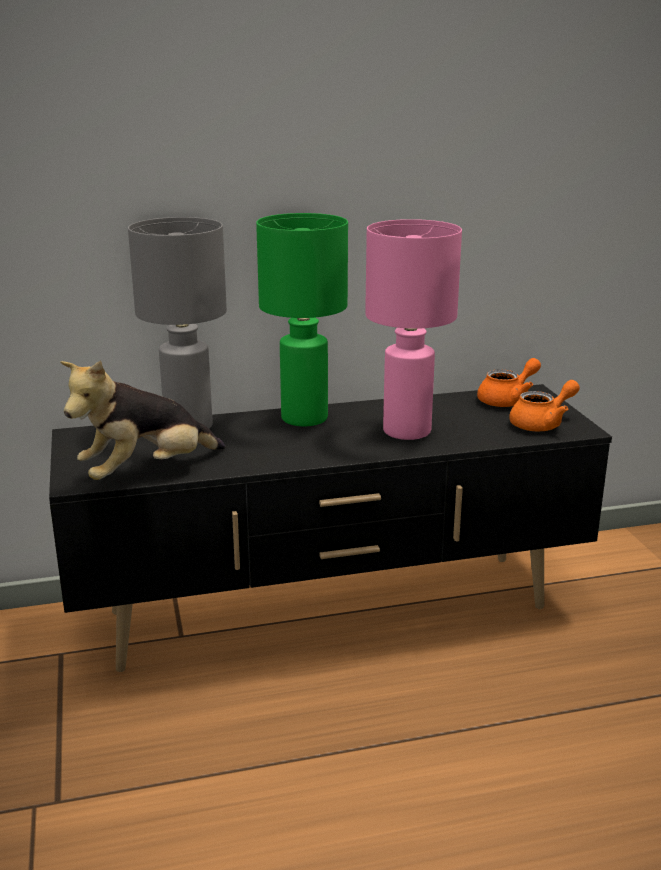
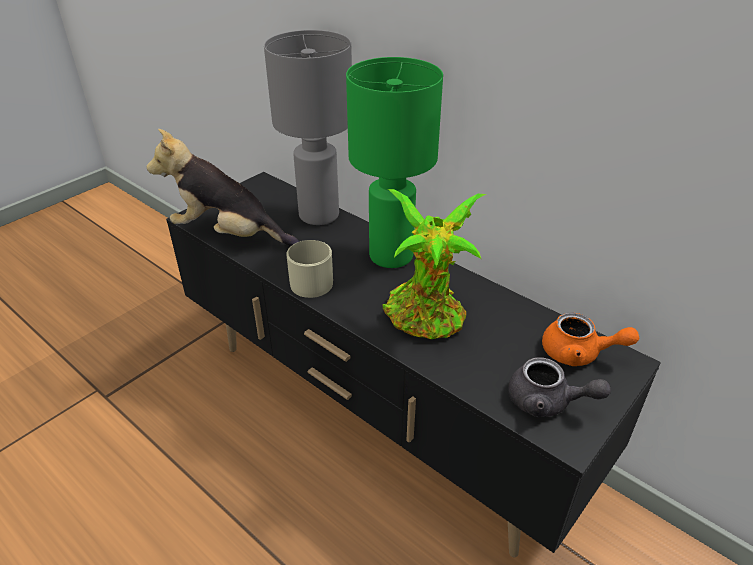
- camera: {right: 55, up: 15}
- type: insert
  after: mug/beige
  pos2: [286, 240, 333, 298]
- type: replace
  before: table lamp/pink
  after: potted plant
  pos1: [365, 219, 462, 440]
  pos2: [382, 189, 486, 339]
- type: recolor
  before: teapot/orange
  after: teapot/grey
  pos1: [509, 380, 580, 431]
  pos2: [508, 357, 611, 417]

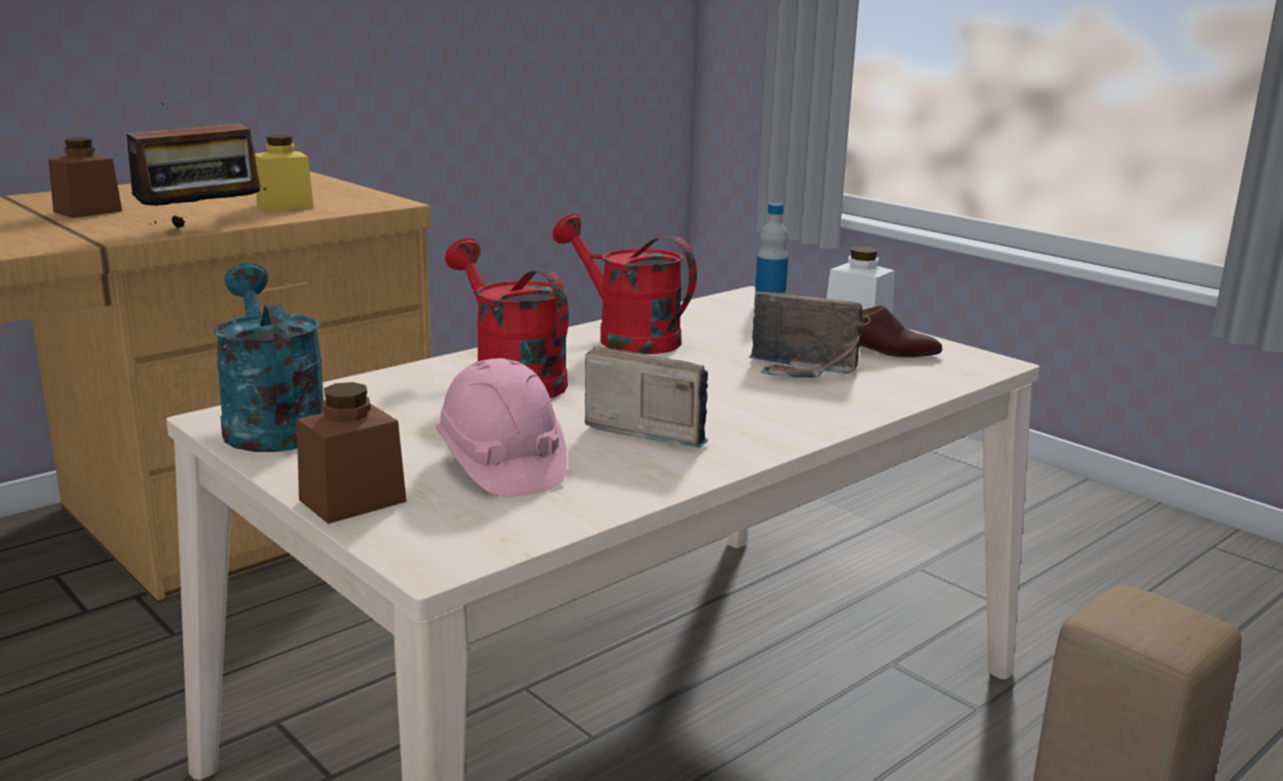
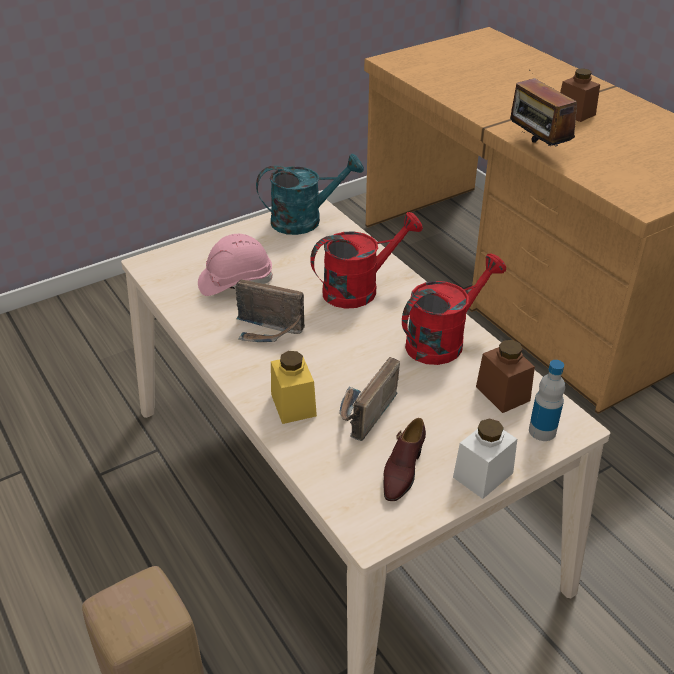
- camera: {right: 100, up: 20}
- type: move
  before: jar/yellow
  pos1: [255, 135, 314, 211]
  pos2: [271, 351, 317, 424]
- type: move
  before: jar/brown
  pos1: [297, 382, 406, 524]
  pos2: [476, 340, 535, 413]
- type: rotate
  before: radio
  pos1: [585, 346, 709, 448]
  pos2: [235, 279, 305, 342]
  turn: 75

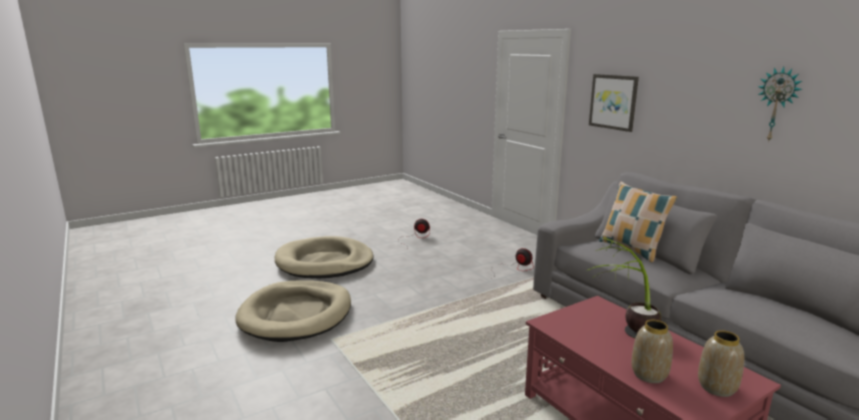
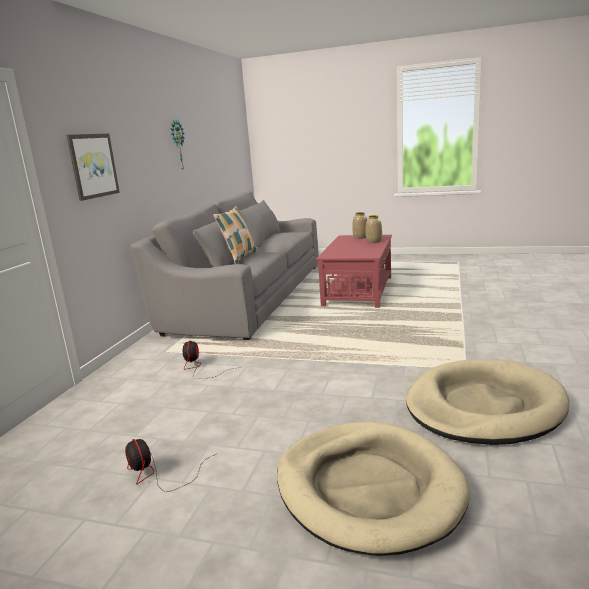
- camera: {right: -130, up: 0}
- type: delete
  before: potted plant
  pos1: [586, 237, 661, 338]

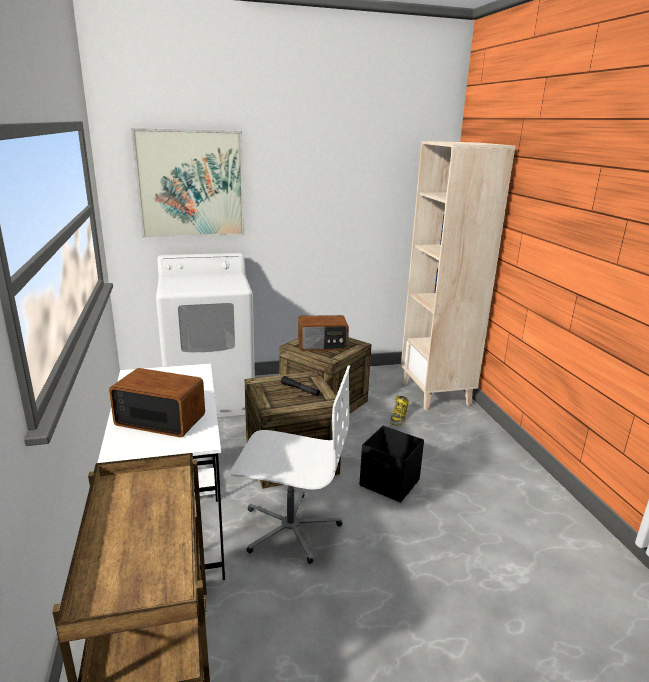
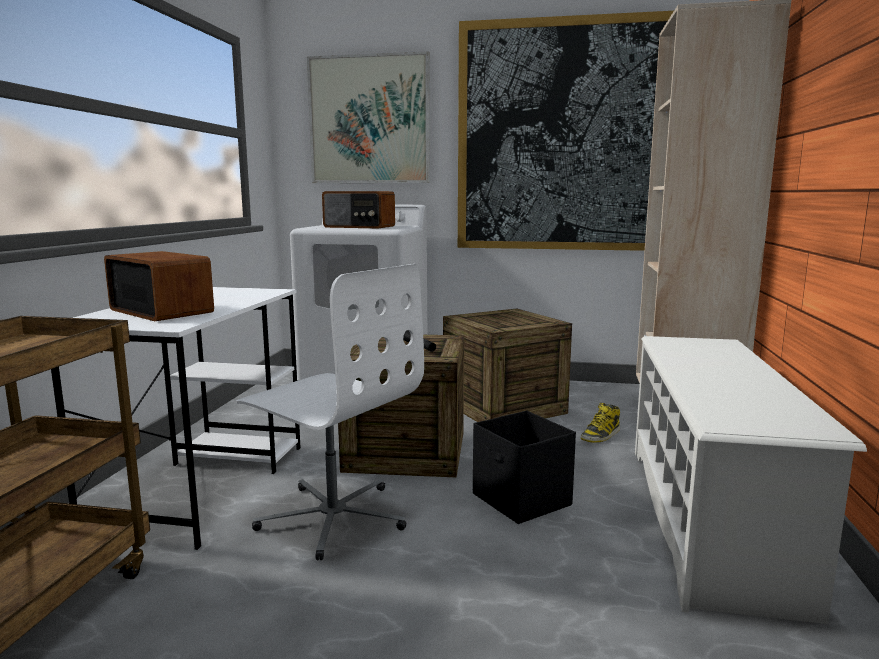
- camera: {right: 25, up: -10}
- type: insert
  after: picture
  pos2: [458, 11, 674, 251]
- type: insert
  after: shoe rack/white
  pos2: [635, 336, 867, 624]
- type: move
  before: radio
  pos1: [298, 315, 349, 351]
  pos2: [322, 191, 395, 228]

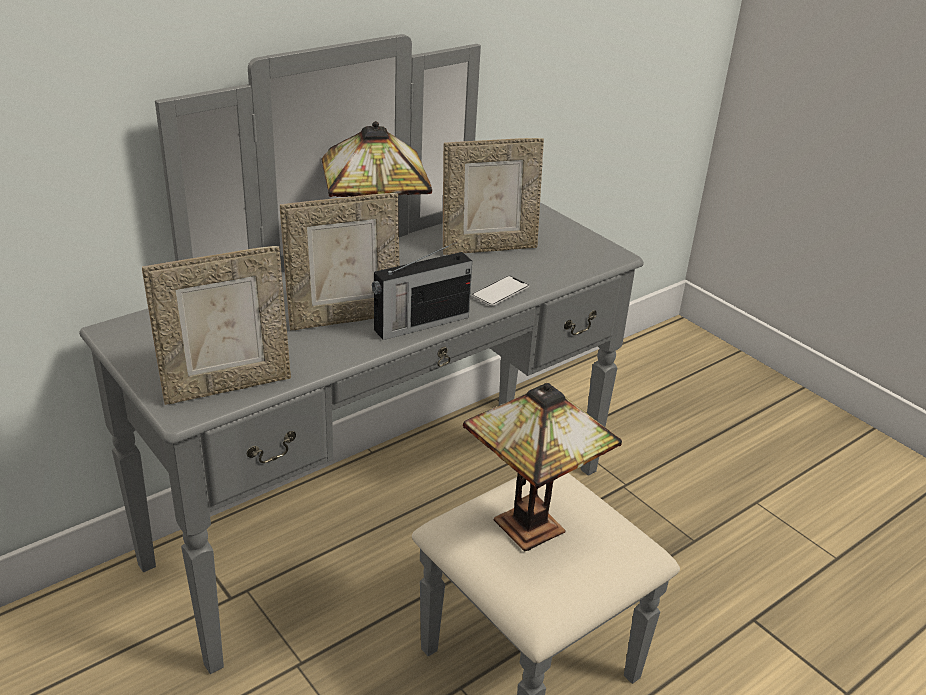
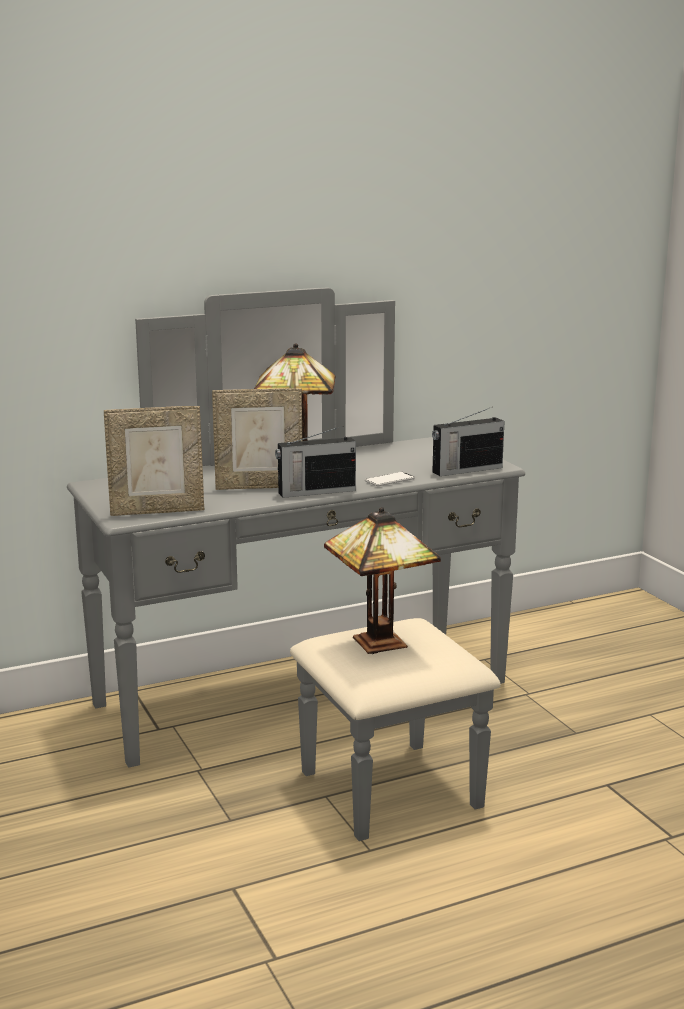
- camera: {right: 15, up: -15}
- type: delete
  before: picture frame
  pos1: [443, 138, 544, 255]
- type: insert
  after: radio
  pos2: [432, 407, 504, 476]

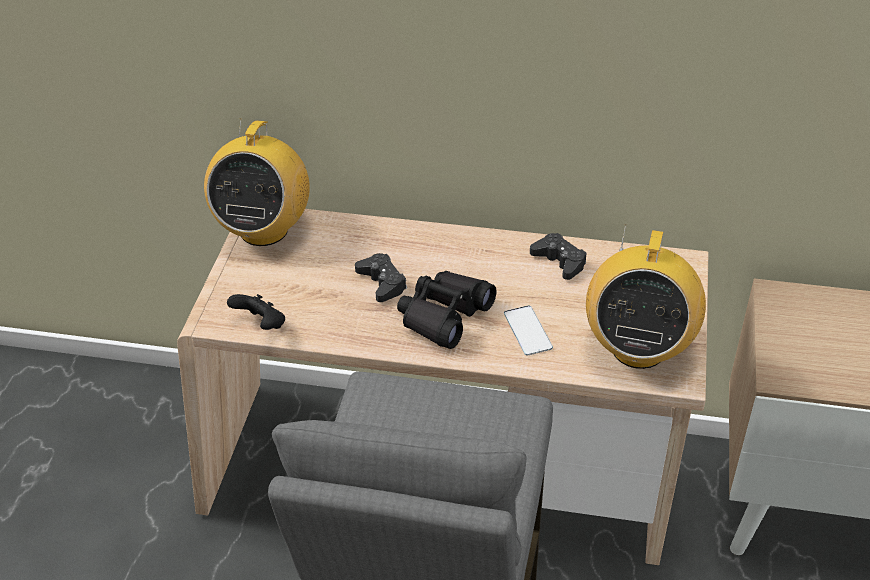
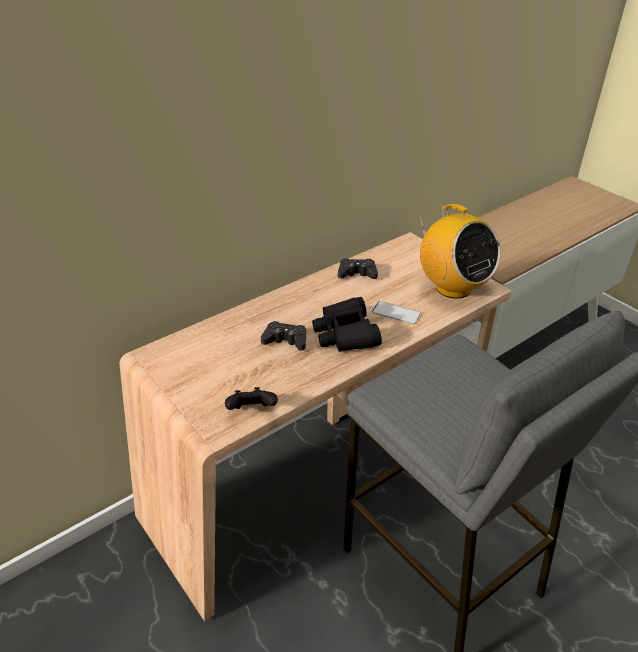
- camera: {right: -50, up: -5}
- type: delete
  before: radio
  pos1: [204, 119, 310, 246]

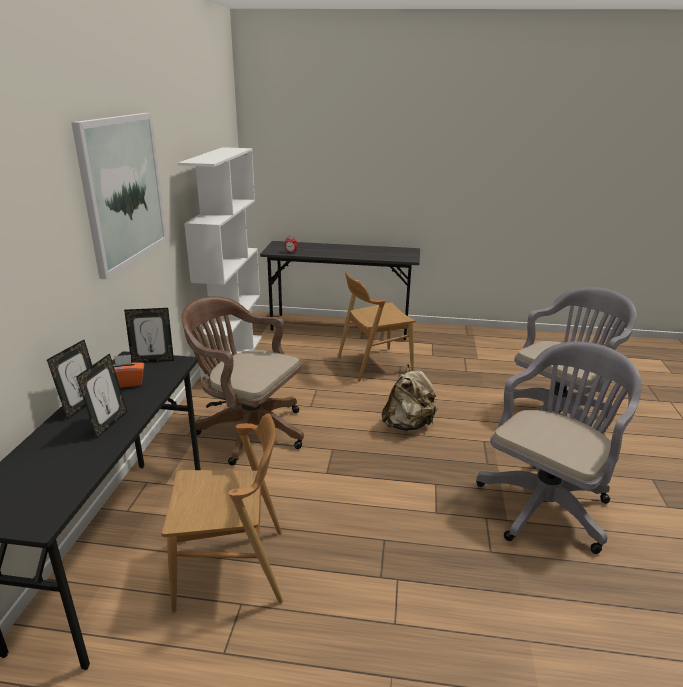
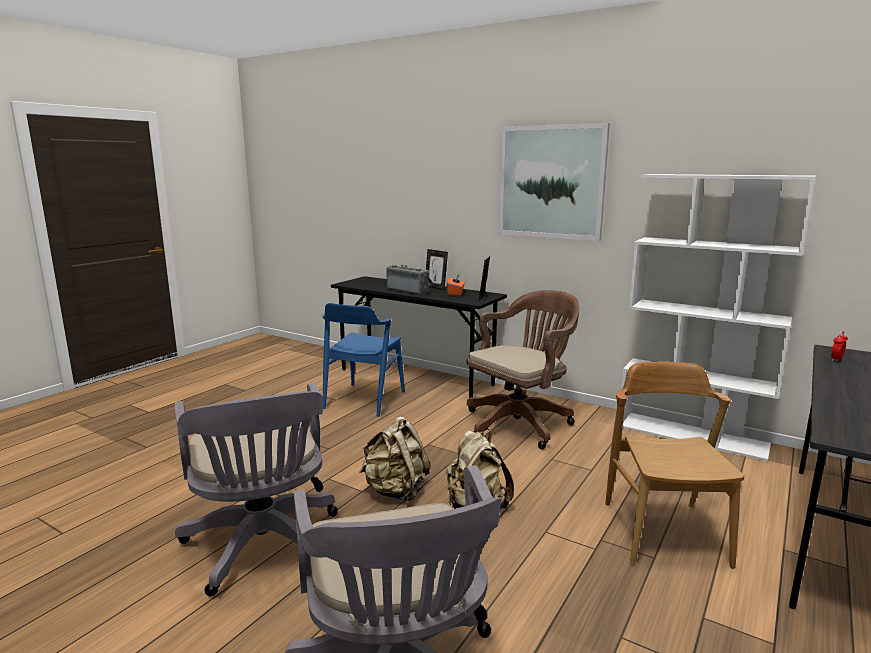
- camera: {right: 115, up: -10}
- type: insert
  after: backpack/beige
  pos2: [359, 416, 431, 503]
- type: replace
  before: picture frame
  after: radio
  pos1: [76, 353, 127, 438]
  pos2: [386, 264, 433, 295]
- type: recolor
  before: chair/brown
  after: chair/blue
  pos1: [161, 413, 283, 613]
  pos2: [322, 303, 405, 417]

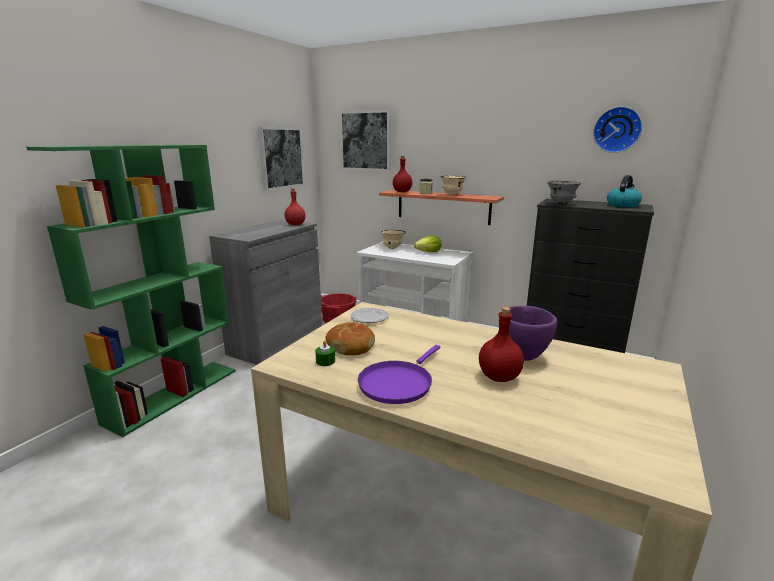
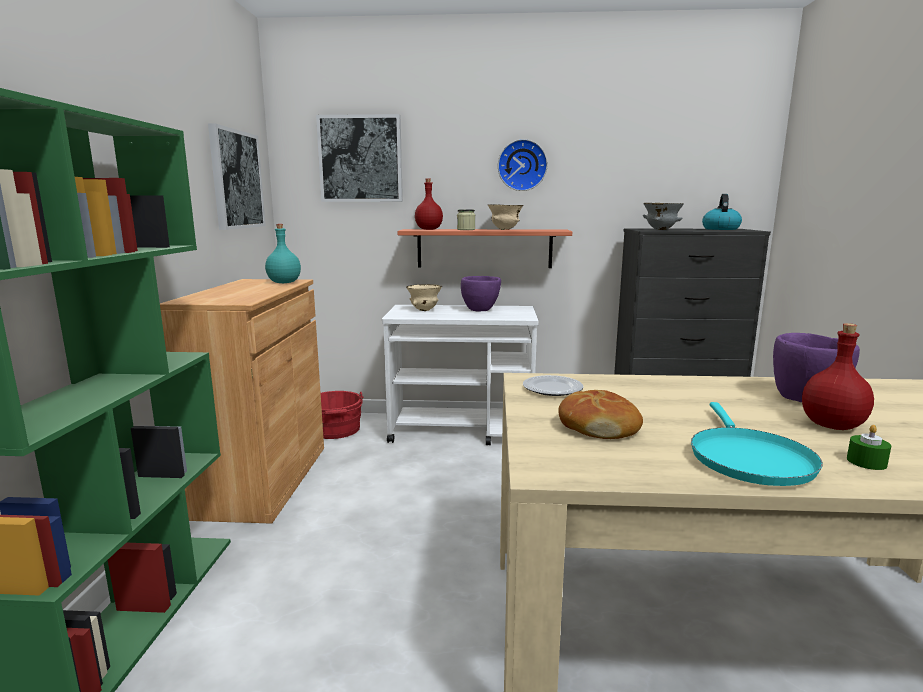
- camera: {right: -25, up: -5}
- type: move
  before: candle/green
  pos1: [315, 340, 335, 366]
  pos2: [847, 425, 891, 470]
- type: move
  before: wall clock
  pos1: [593, 106, 642, 153]
  pos2: [498, 139, 547, 191]
- type: replace
  before: lettuce
  after: bowl/purple
  pos1: [414, 236, 442, 252]
  pos2: [461, 276, 501, 311]
- type: recolor
  before: cabinet/grey
  after: cabinet/brown
  pos1: [209, 219, 322, 365]
  pos2: [160, 279, 324, 524]
- type: recolor
  before: bottle/red
  after: bottle/turquoise
  pos1: [284, 188, 306, 225]
  pos2: [265, 224, 301, 283]
- type: recolor
  before: frying pan/purple
  after: frying pan/turquoise
  pos1: [358, 345, 440, 404]
  pos2: [691, 402, 823, 486]

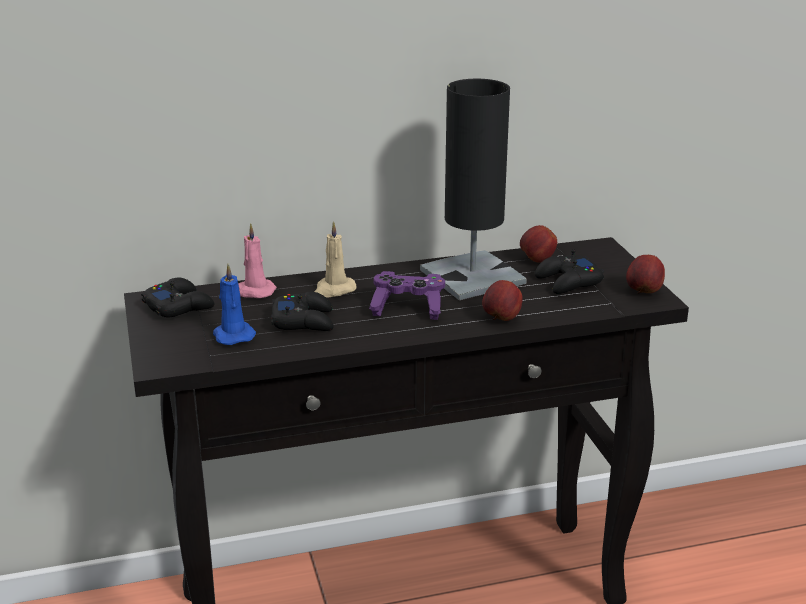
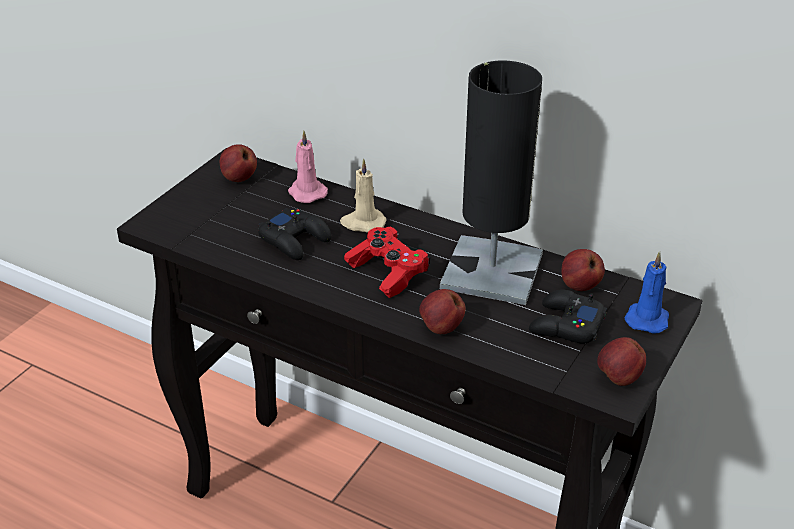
- camera: {right: 45, up: 10}
- type: move
  before: candle/blue
  pos1: [213, 264, 256, 345]
  pos2: [624, 251, 669, 334]
- type: replace
  before: game controller/black
  after: apple
  pos1: [141, 278, 215, 318]
  pos2: [220, 144, 257, 182]
- type: recolor
  before: game controller/purple
  after: game controller/red
  pos1: [369, 271, 445, 320]
  pos2: [344, 227, 430, 298]

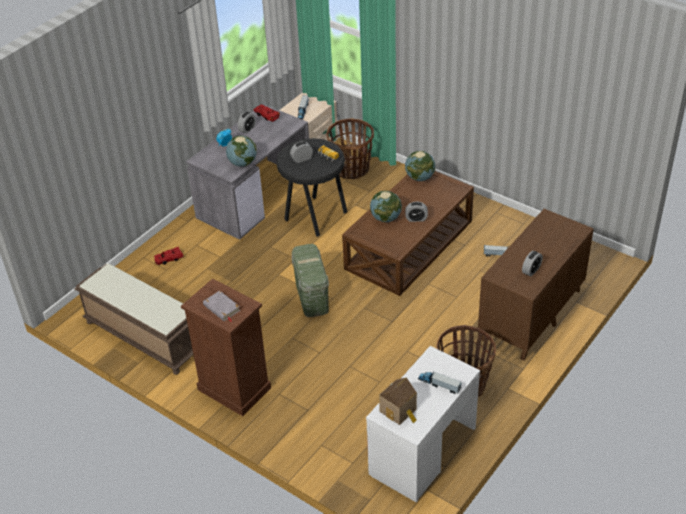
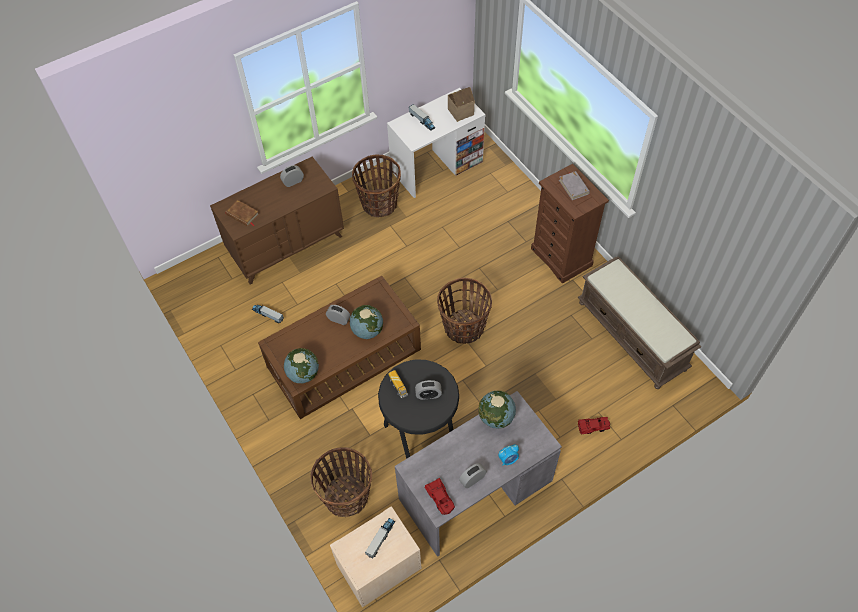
- camera: {right: -160, up: 15}
- type: insert
  after: book/brown
  pos2: [226, 200, 259, 227]
- type: replace
  before: storage box/green
  after: basket
  pos1: [292, 244, 329, 317]
  pos2: [437, 278, 492, 344]

